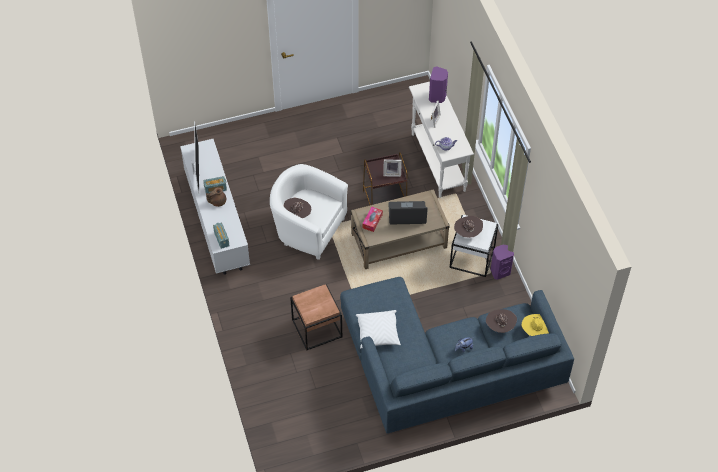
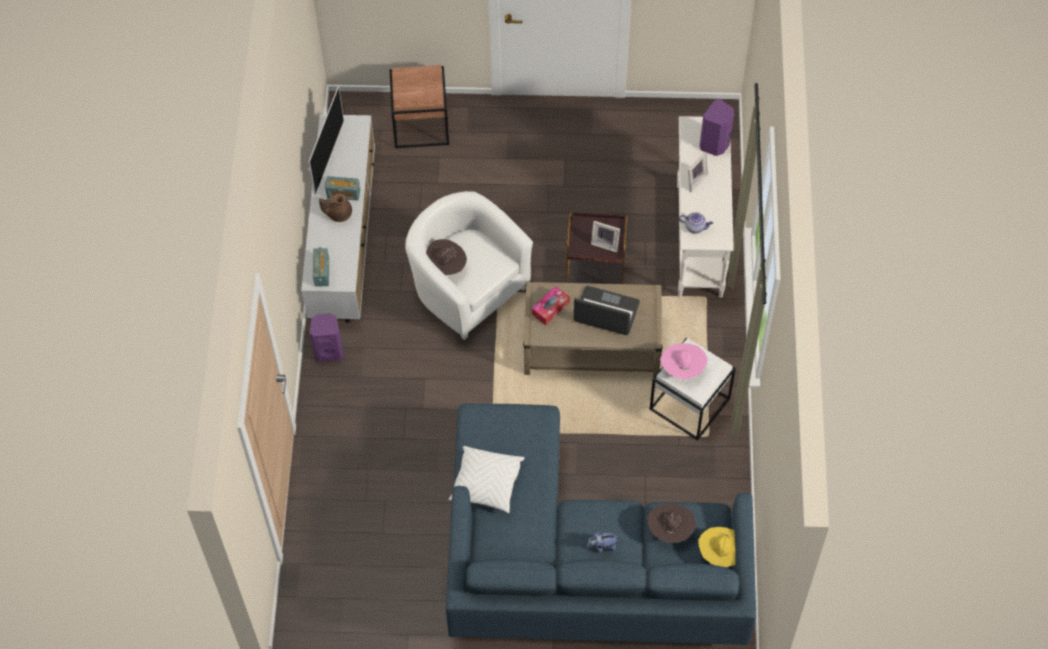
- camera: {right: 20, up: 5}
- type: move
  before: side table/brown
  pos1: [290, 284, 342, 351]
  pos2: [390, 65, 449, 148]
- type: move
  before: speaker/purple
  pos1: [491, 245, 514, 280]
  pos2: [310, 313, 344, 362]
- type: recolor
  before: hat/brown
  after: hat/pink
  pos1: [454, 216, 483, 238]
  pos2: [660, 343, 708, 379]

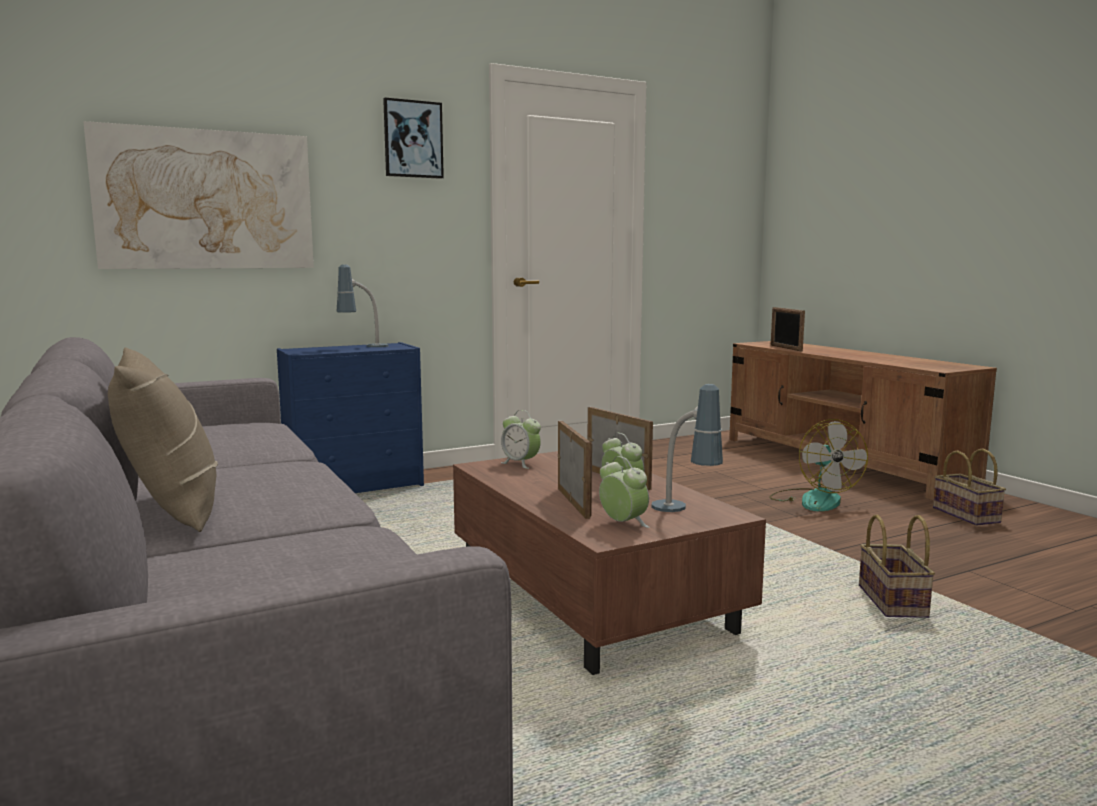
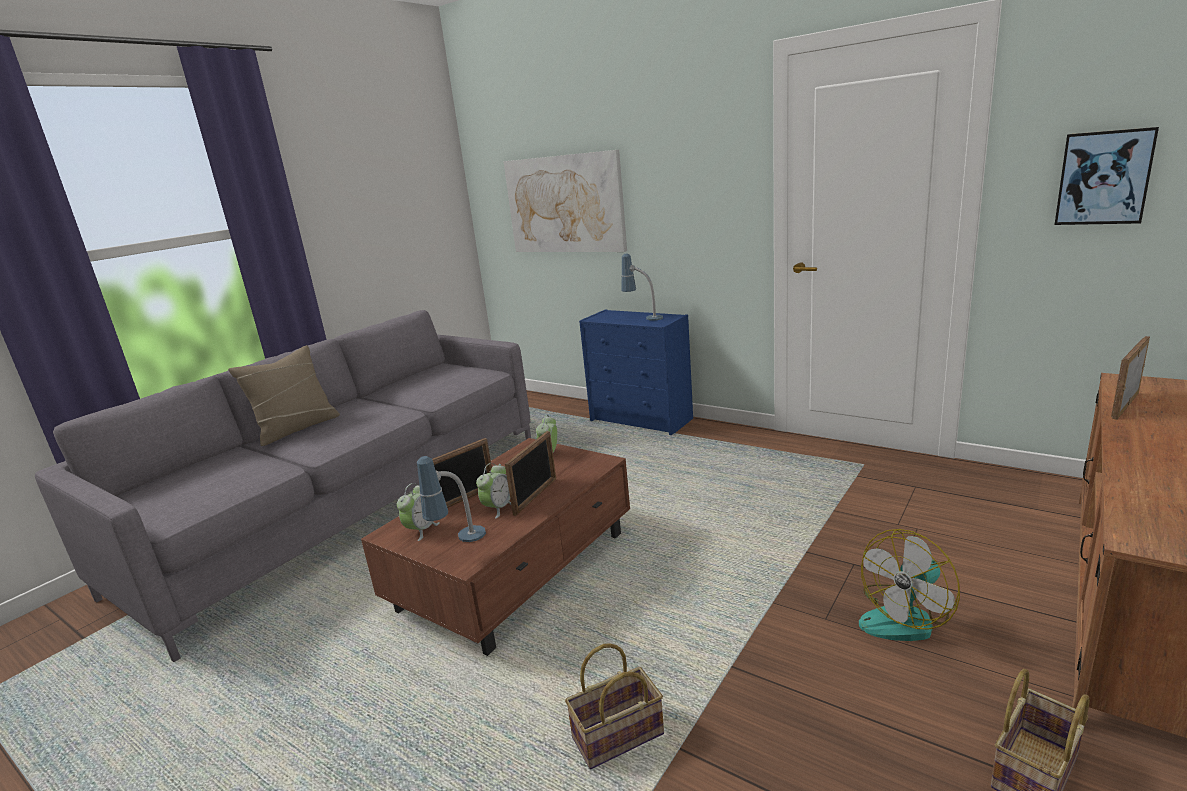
- camera: {right: 65, up: 10}
- type: move
  before: picture
  pos1: [383, 98, 444, 179]
  pos2: [1055, 127, 1159, 225]

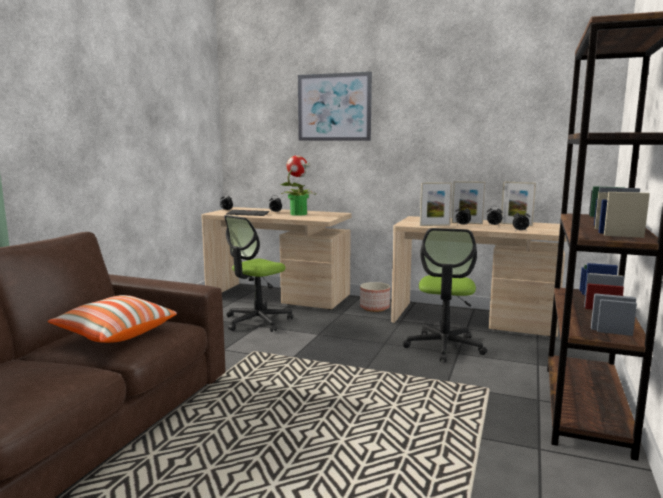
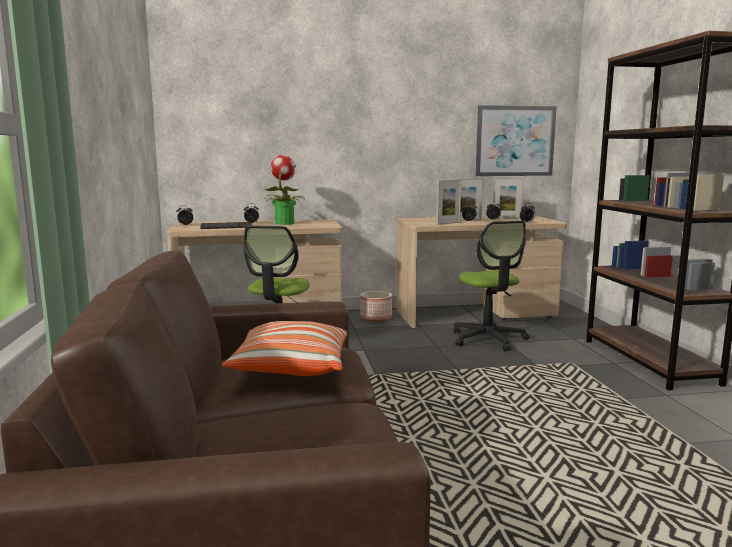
- camera: {right: -30, up: 0}
- type: move
  before: picture
  pos1: [298, 72, 372, 141]
  pos2: [476, 105, 557, 176]

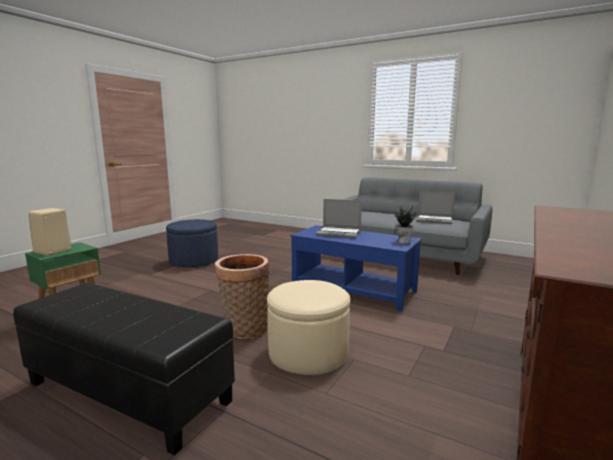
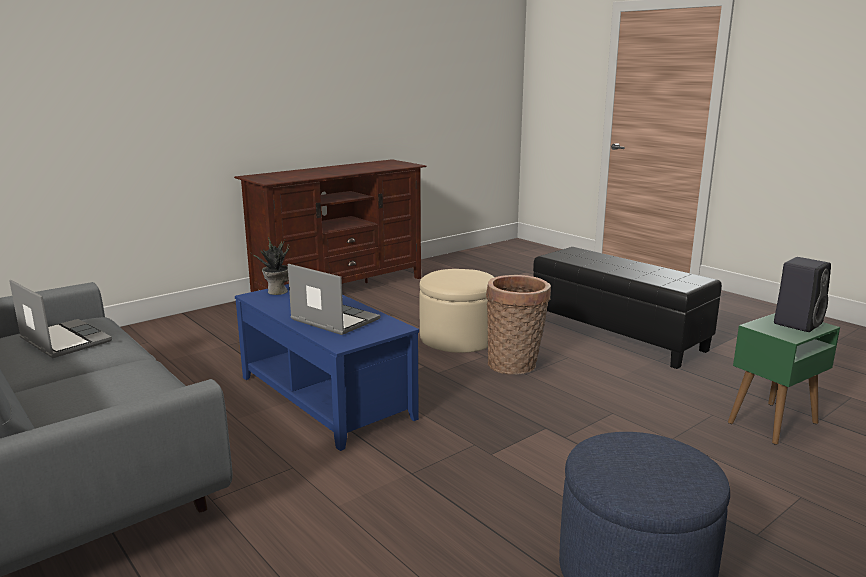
- camera: {right: -160, up: 5}
- type: recolor
  before: speaker/beige
  after: speaker/black
  pos1: [29, 208, 72, 256]
  pos2: [774, 257, 831, 332]

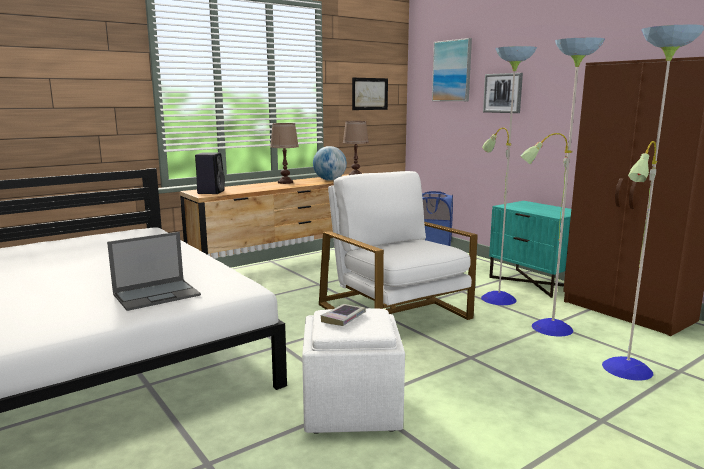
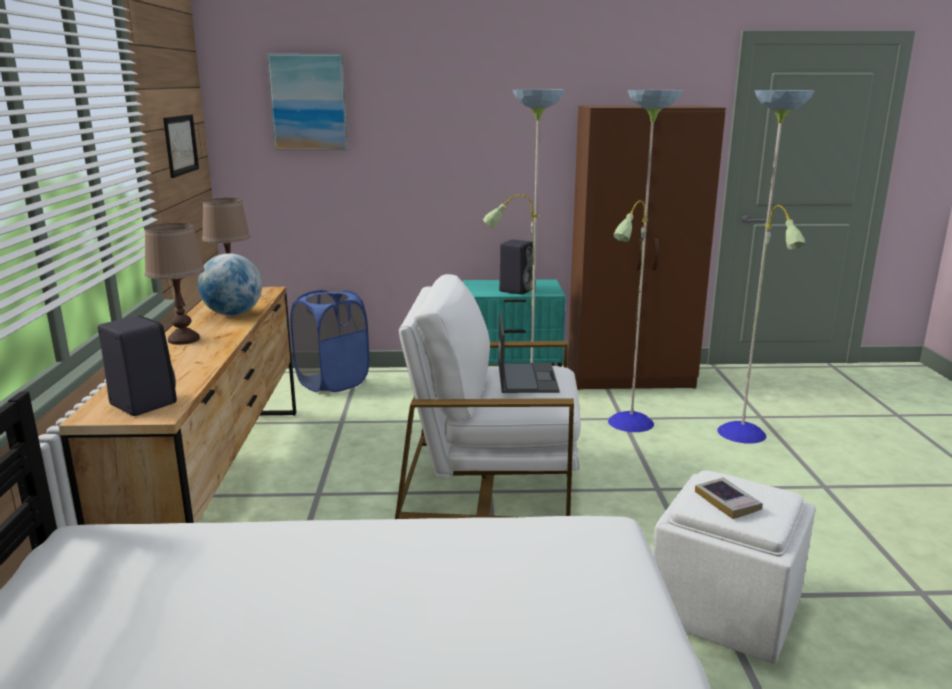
- camera: {right: -55, up: 5}
- type: delete
  before: picture
  pos1: [483, 73, 523, 113]
- type: insert
  after: speaker/black
  pos2: [499, 239, 536, 295]
- type: move
  before: laptop
  pos1: [107, 232, 201, 311]
  pos2: [499, 313, 560, 393]

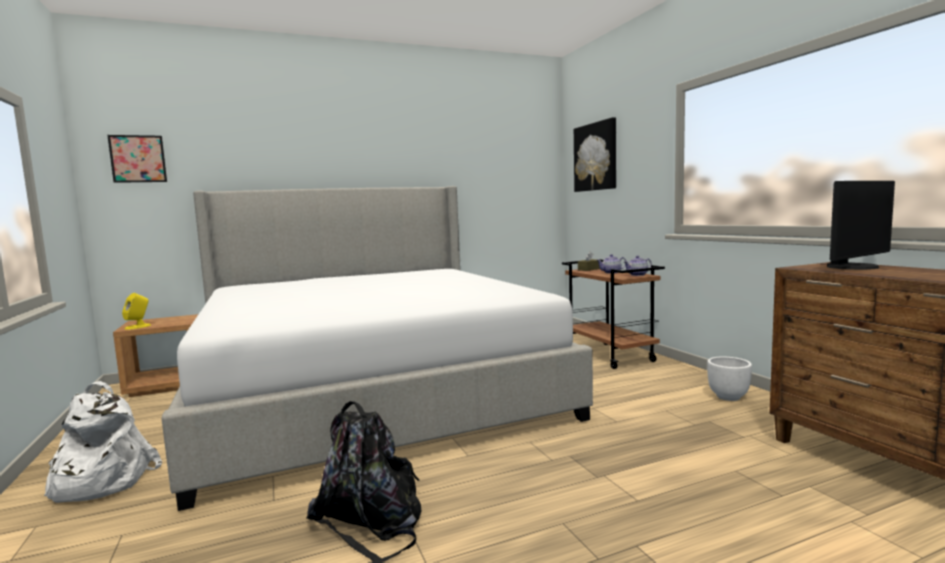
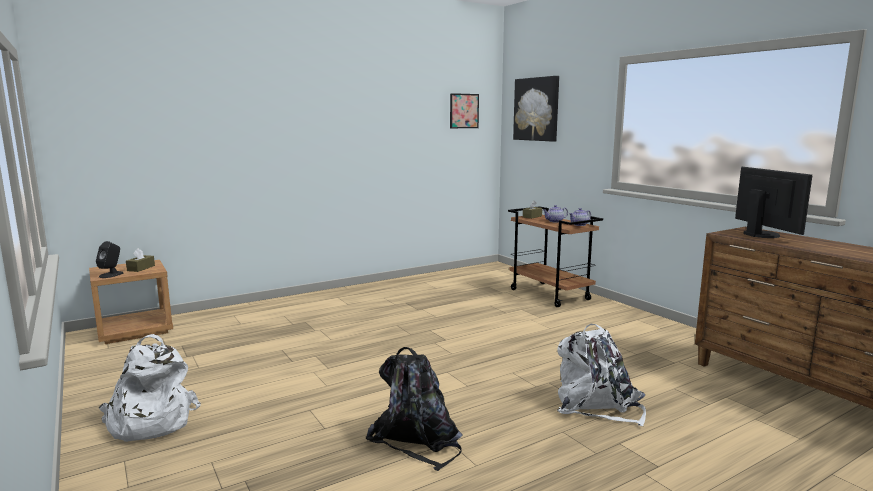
- camera: {right: -10, up: 5}
- type: delete
  before: bed
  pos1: [162, 186, 593, 511]
- type: delete
  before: planter/white
  pos1: [707, 357, 752, 401]
- type: insert
  after: tissue box/brown
  pos2: [126, 248, 155, 272]
- type: insert
  after: backpack/white
  pos2: [557, 324, 646, 426]
- type: move
  before: picture
  pos1: [107, 135, 167, 183]
  pos2: [450, 93, 479, 128]
- type: recolor
  before: speaker/yellow
  after: speaker/black
  pos1: [122, 293, 151, 330]
  pos2: [96, 241, 123, 278]
- type: rotate
  before: monitor
  pos1: [827, 181, 895, 270]
  pos2: [735, 167, 813, 238]
  turn: -60

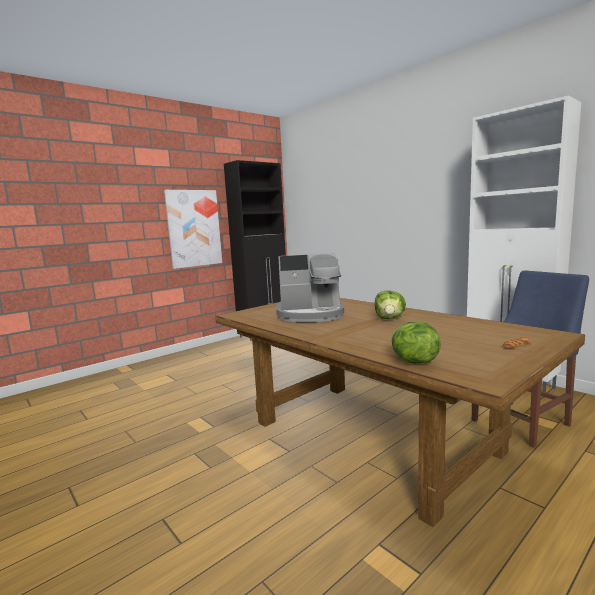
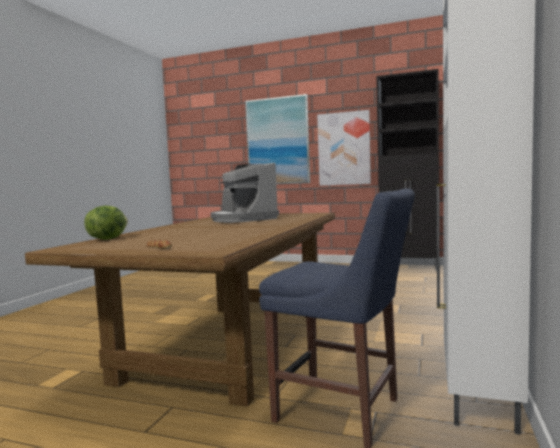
- camera: {right: 60, up: -5}
- type: delete
  before: lettuce
  pos1: [374, 290, 406, 319]
- type: insert
  after: picture
  pos2: [245, 94, 310, 184]

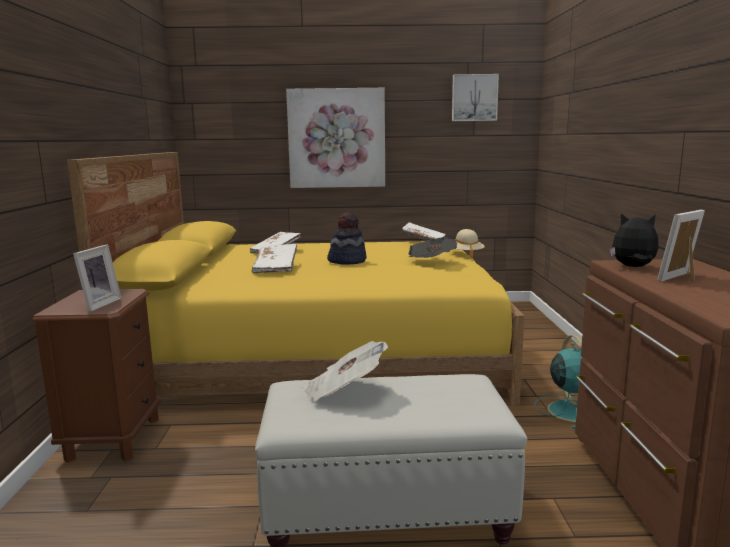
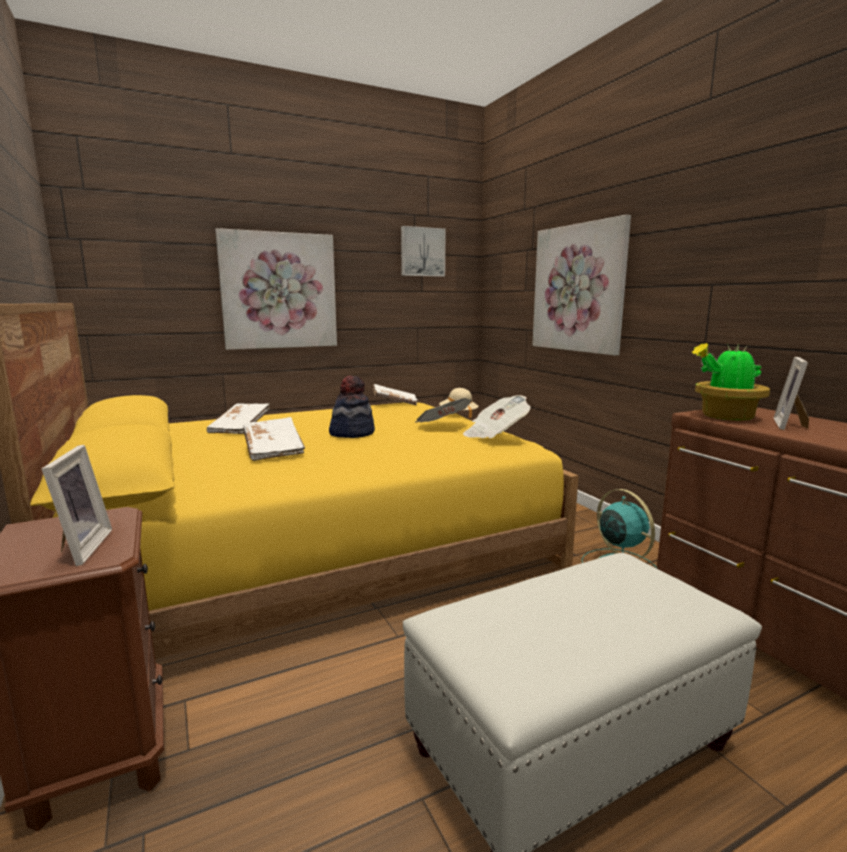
- camera: {right: -25, up: 0}
- type: insert
  after: picture
  pos2: [532, 215, 631, 355]
- type: move
  before: newspaper
  pos1: [302, 341, 388, 402]
  pos2: [463, 395, 531, 439]
- type: replace
  before: plush toy
  after: potted plant
  pos1: [610, 213, 659, 267]
  pos2: [692, 343, 770, 421]

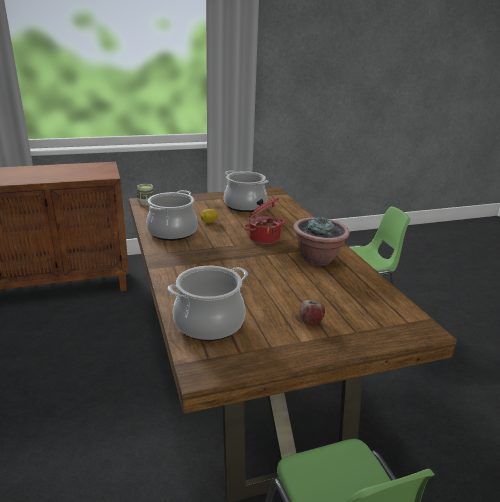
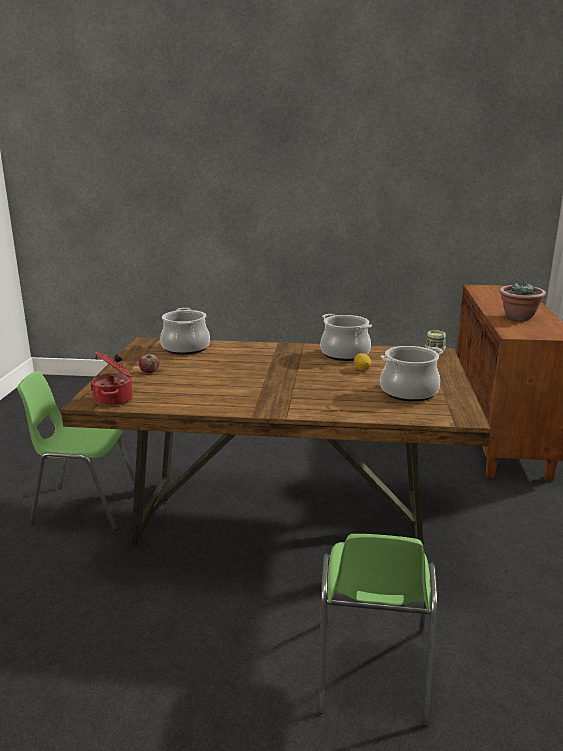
- camera: {right: 115, up: -5}
- type: move
  before: cooking pot
  pos1: [244, 198, 285, 244]
  pos2: [90, 352, 133, 406]
- type: move
  before: potted plant
  pos1: [293, 216, 350, 266]
  pos2: [499, 282, 546, 320]

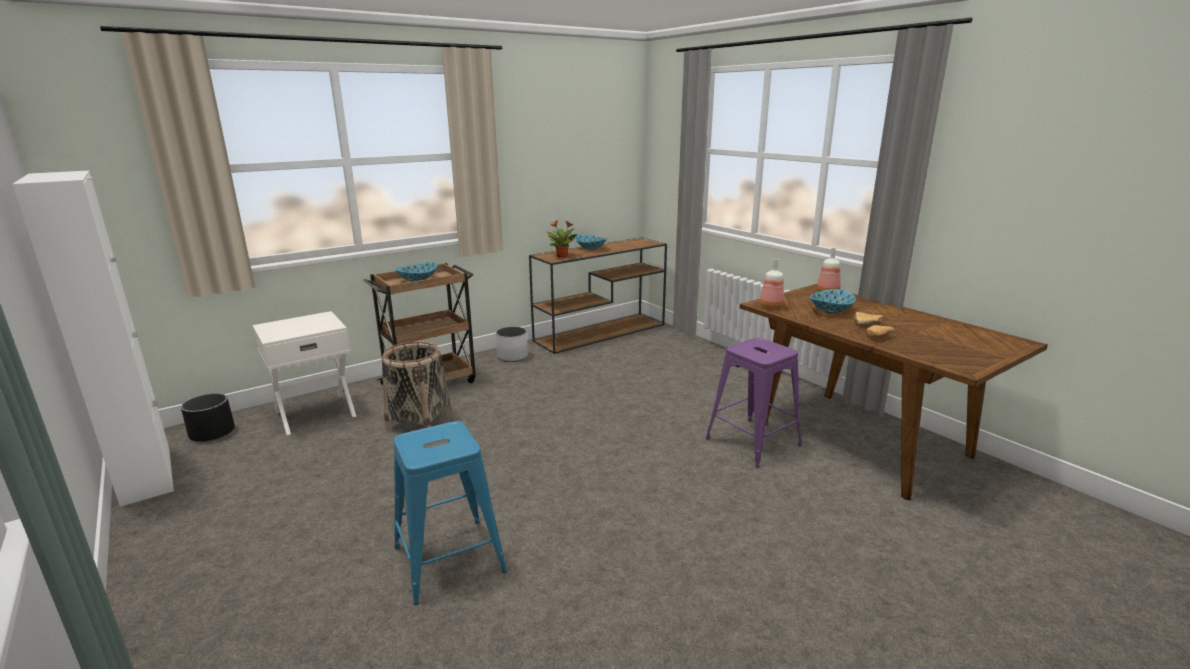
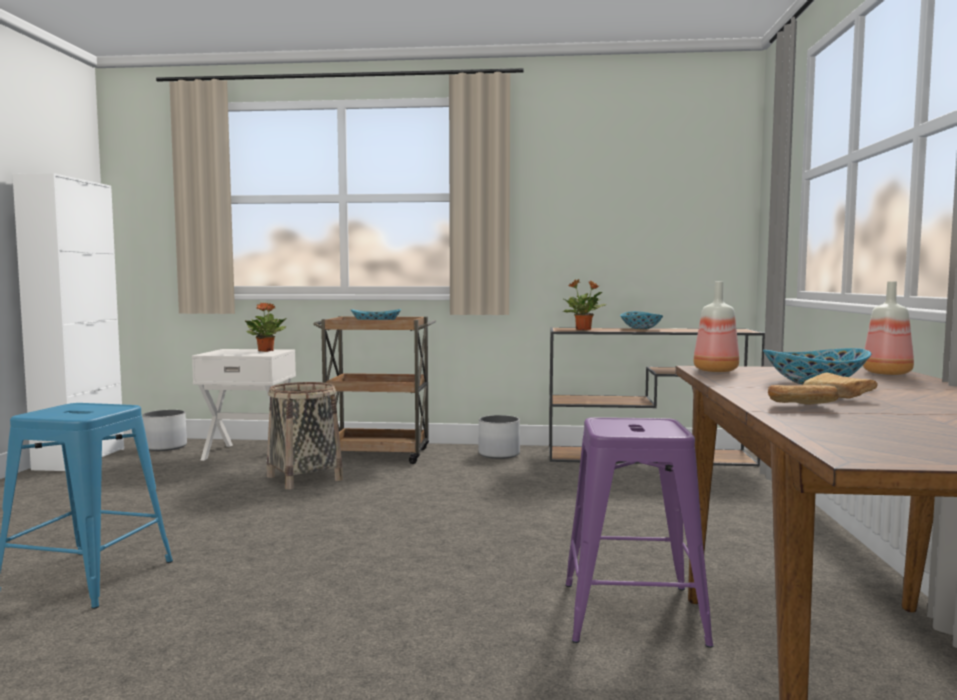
- camera: {right: 40, up: -15}
- type: insert
  after: potted plant
  pos2: [245, 303, 286, 352]
- type: recolor
  before: planter/black
  after: planter/white
  pos1: [181, 393, 235, 442]
  pos2: [143, 410, 187, 451]

